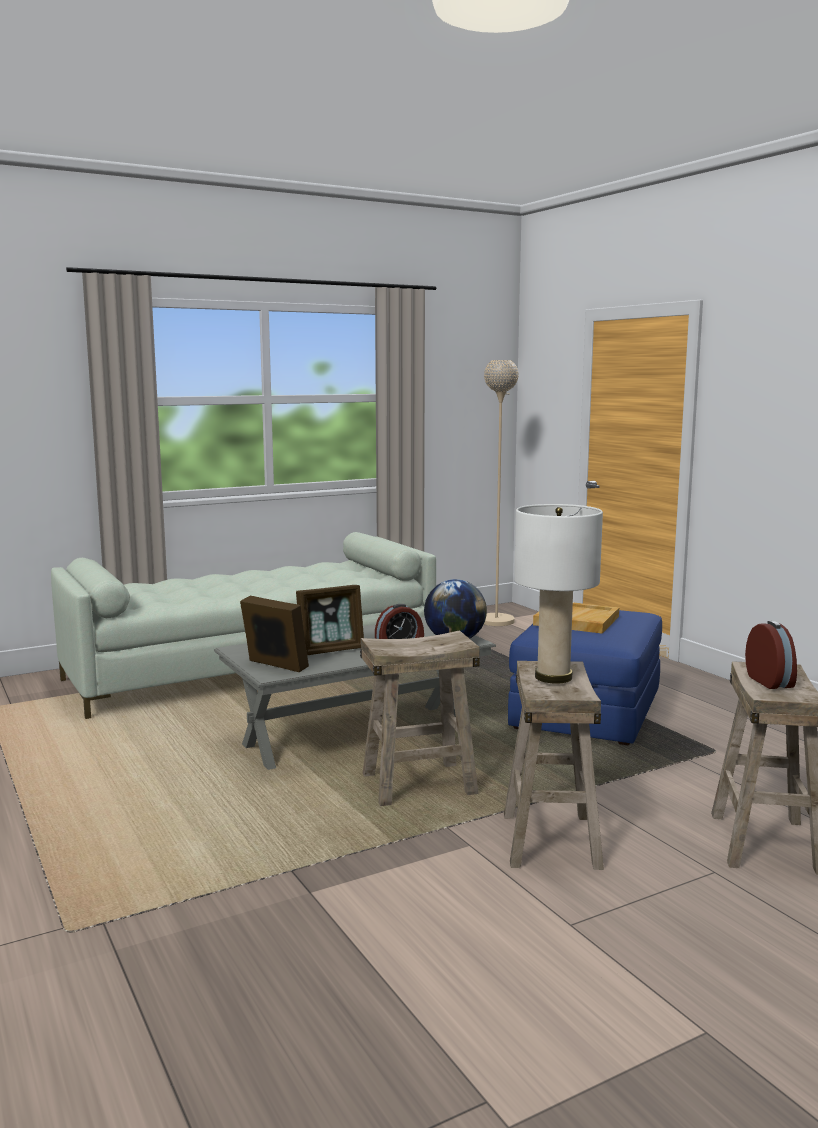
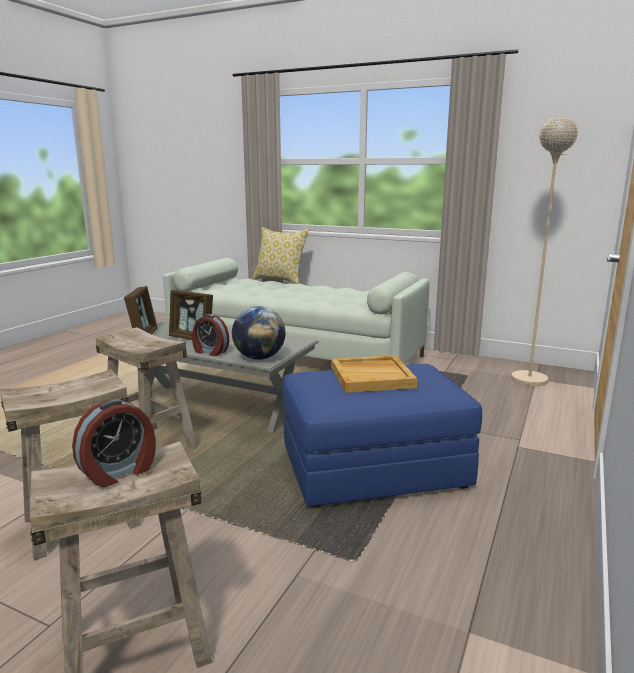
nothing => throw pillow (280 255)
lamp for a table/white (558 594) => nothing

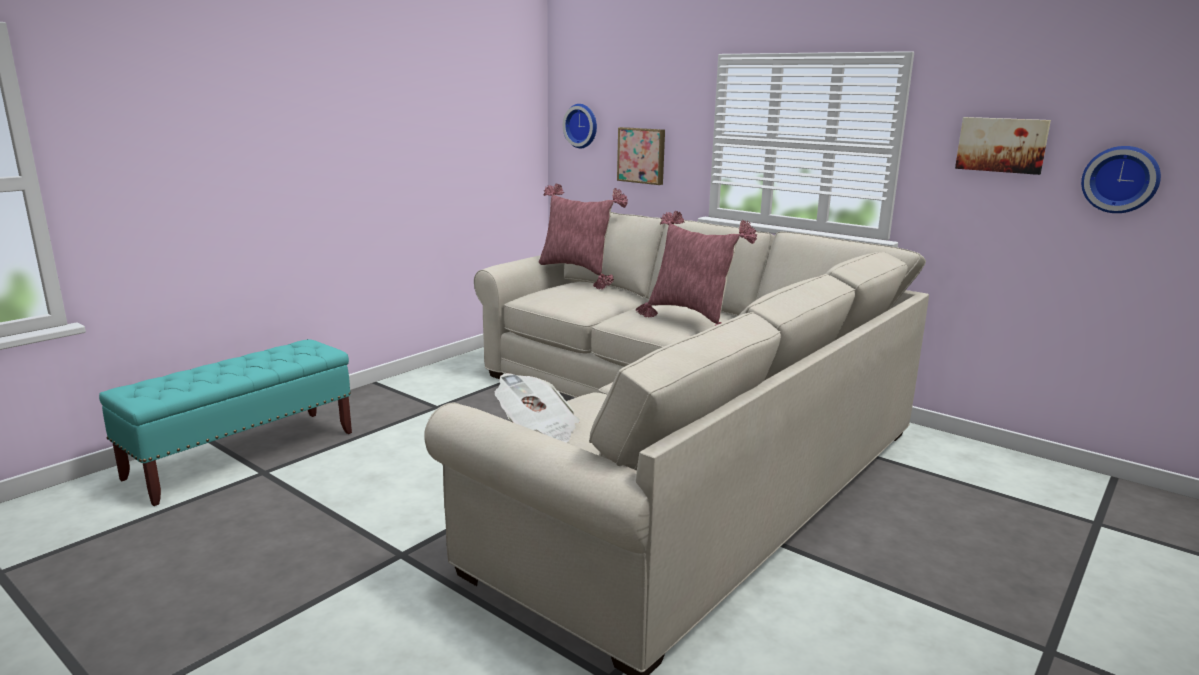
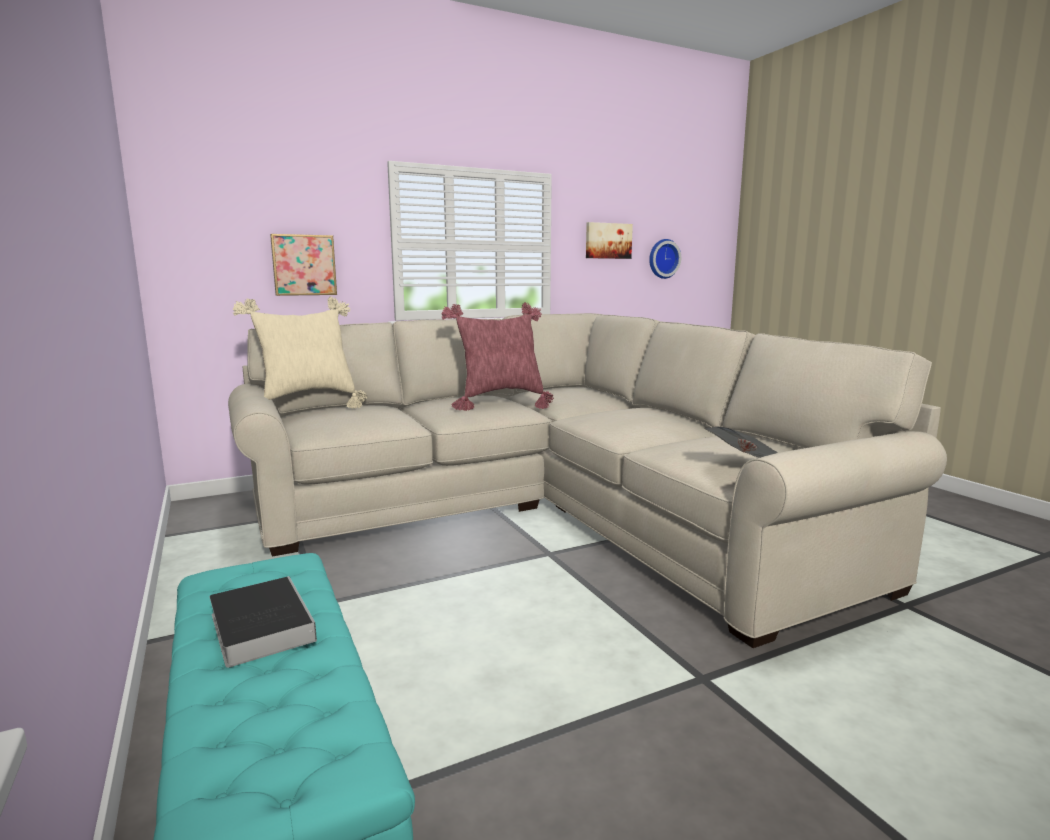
nothing => book (263 622)
throw pillow/red (583 237) => throw pillow/beige-coloured (300 352)
clock on the wall (580 126) => nothing

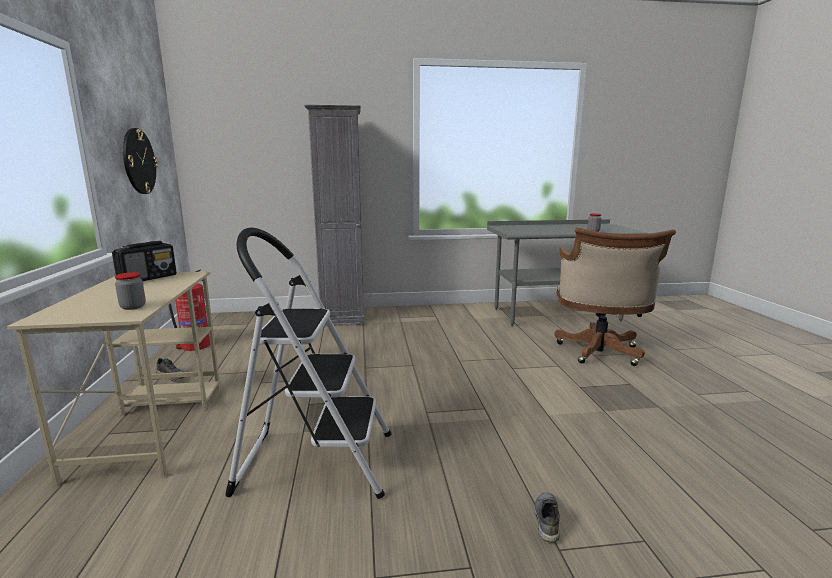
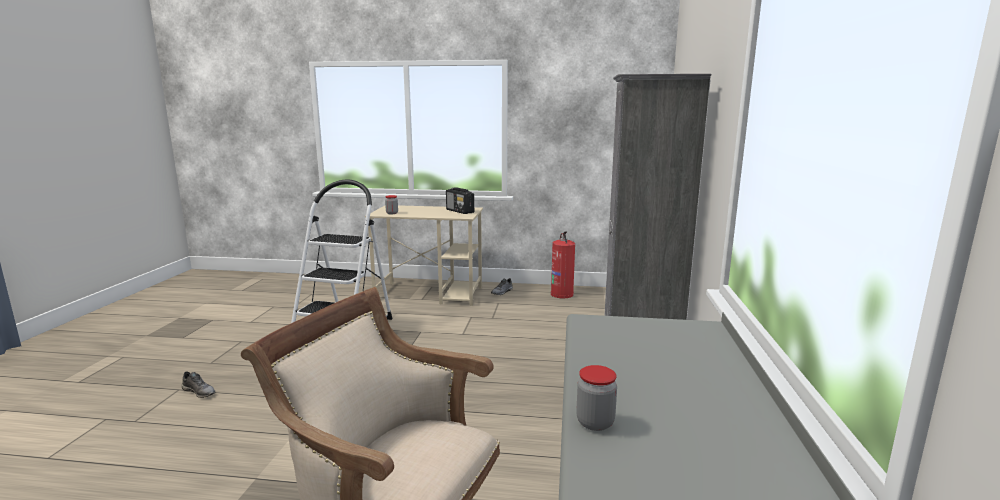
clock on the wall (140 161) => nothing

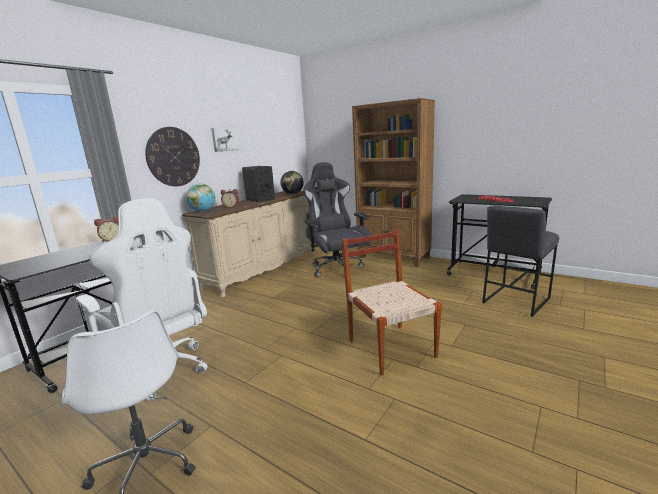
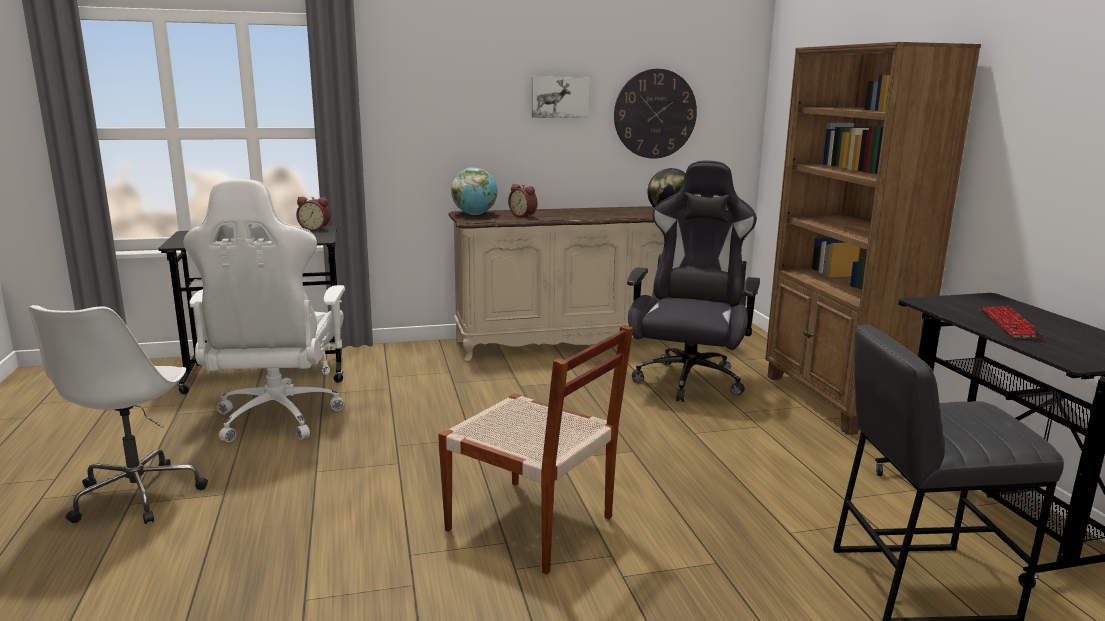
plain chair (391 303) => plain chair (535 450), 105 degrees clockwise
clock on the wall (172 156) => clock on the wall (655 114), relocated
audio speaker/black (258 184) => nothing

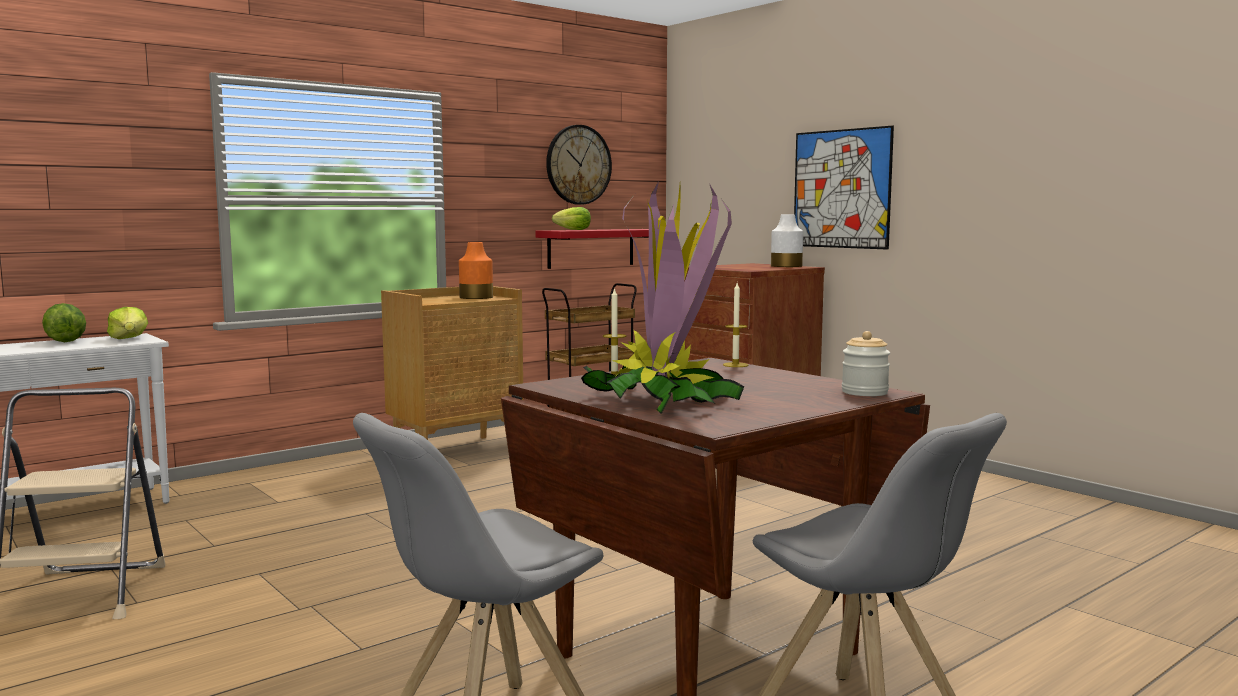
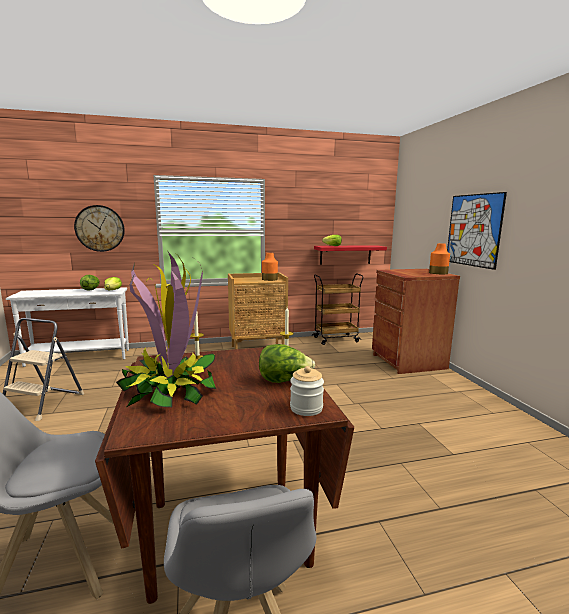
clock on the wall (579 165) => clock on the wall (99 228), relocated
nothing => lettuce (287 363)
vase/white (787 240) => vase/orange-coloured (439 258)

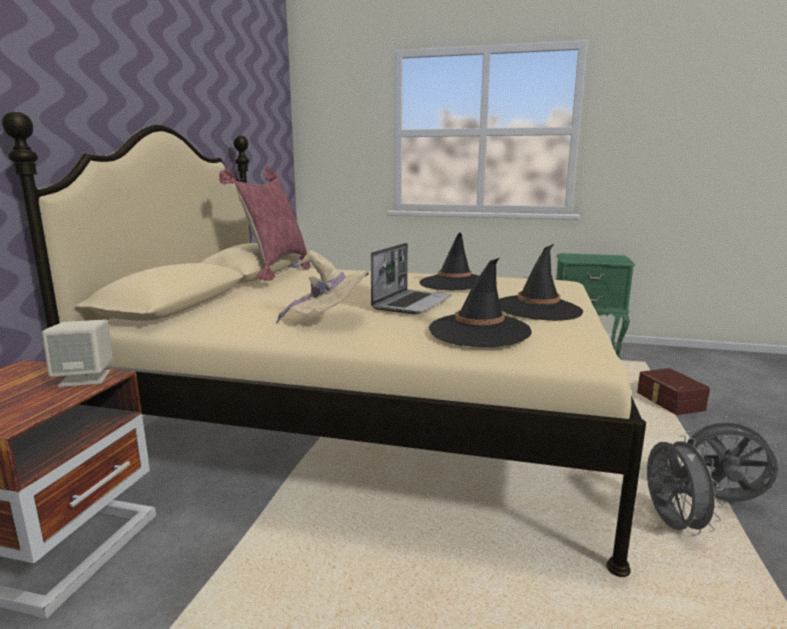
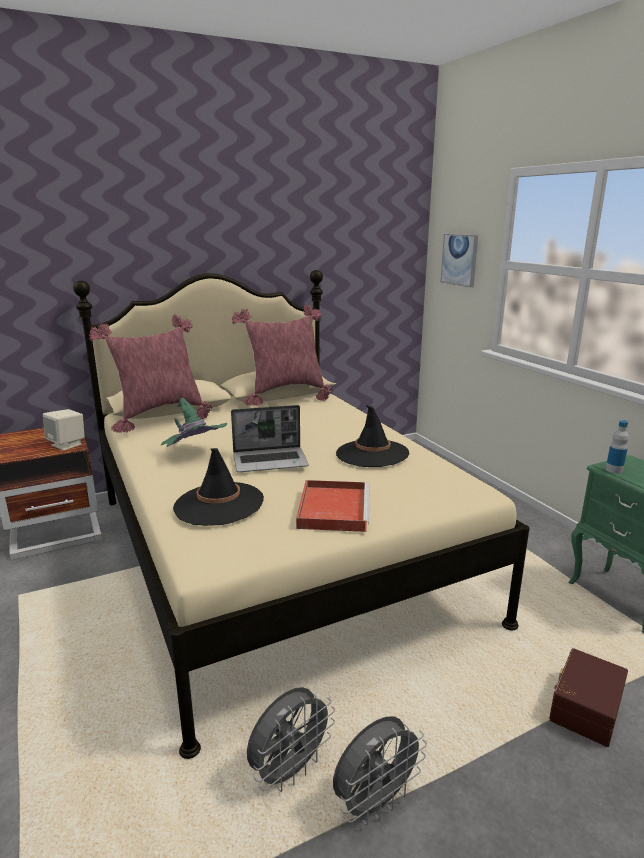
nothing => throw pillow/red (150 374)
clothing hat/beige-coloured (322 286) => clothing hat/greenish (194 422)
clothing hat/black (541 282) => serving tray/red (333 506)
electric fan/gray (728 459) => electric fan/gray (380 770), 75 degrees clockwise
nothing => picture (459 260)
nothing => drink bottle (617 447)

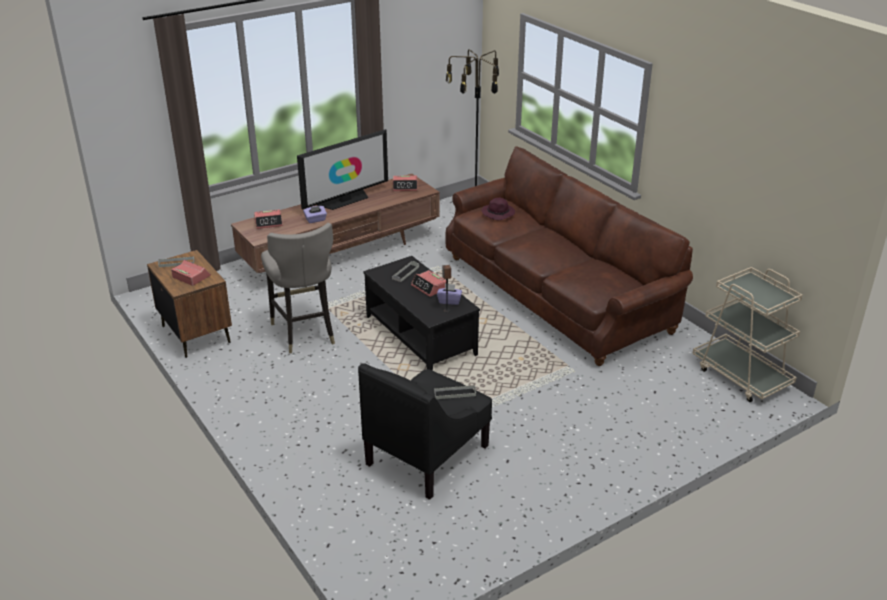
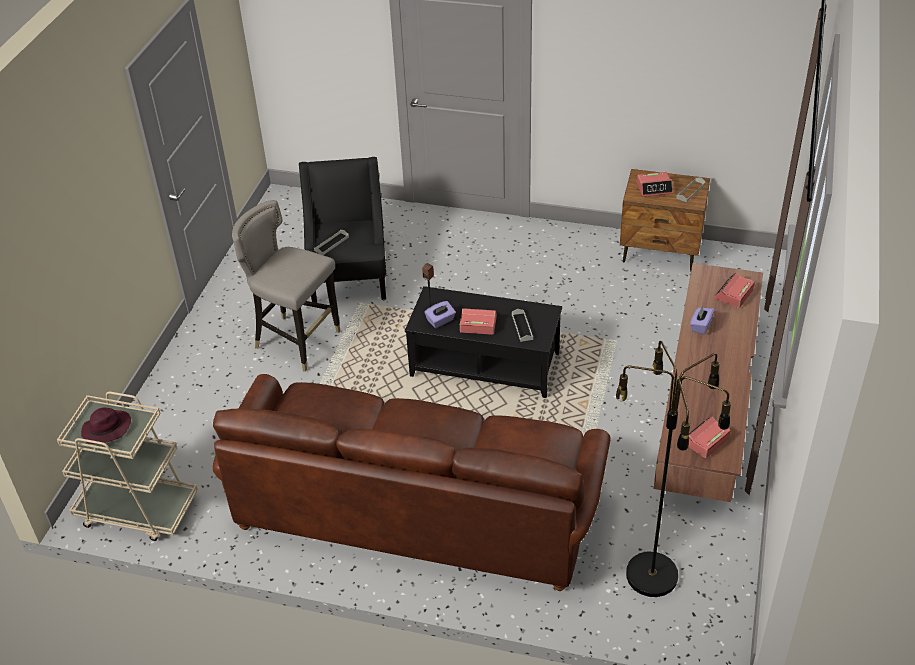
clothing hat/purple-coloured (498 209) => clothing hat/purple-coloured (106 426), relocated
stool seat/gray (298 288) => stool seat/gray (286 286), relocated
television (342 169) => nothing

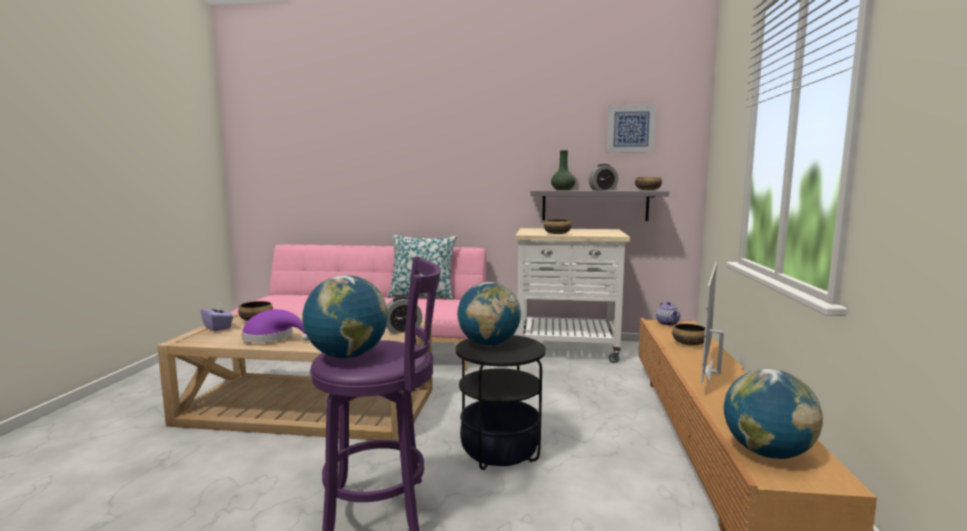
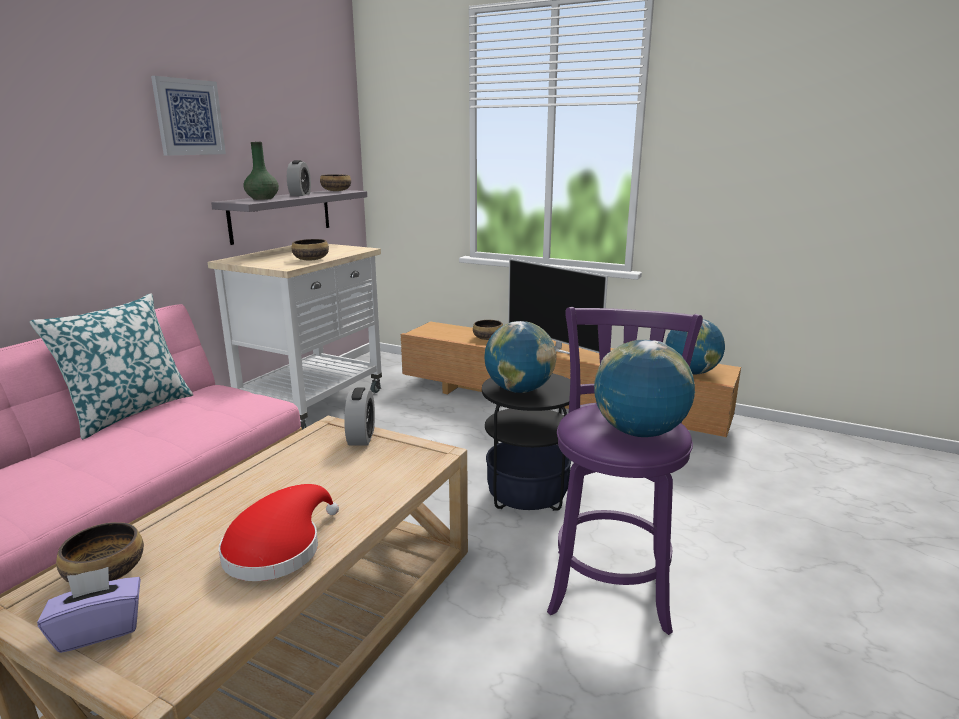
picture (631 128) => picture (188 116), relocated
clothing hat/purple-coloured (275 326) => clothing hat/red (278 532)
tea pot (668 314) => nothing

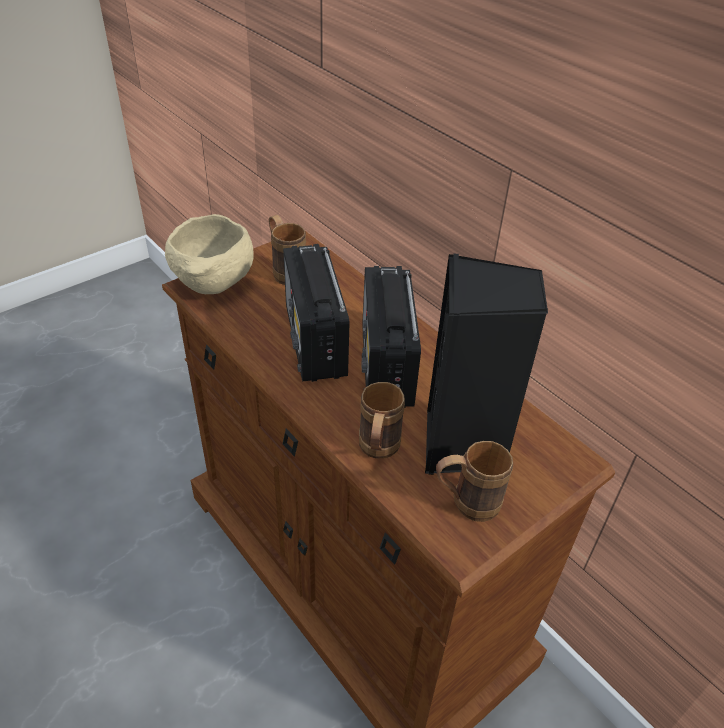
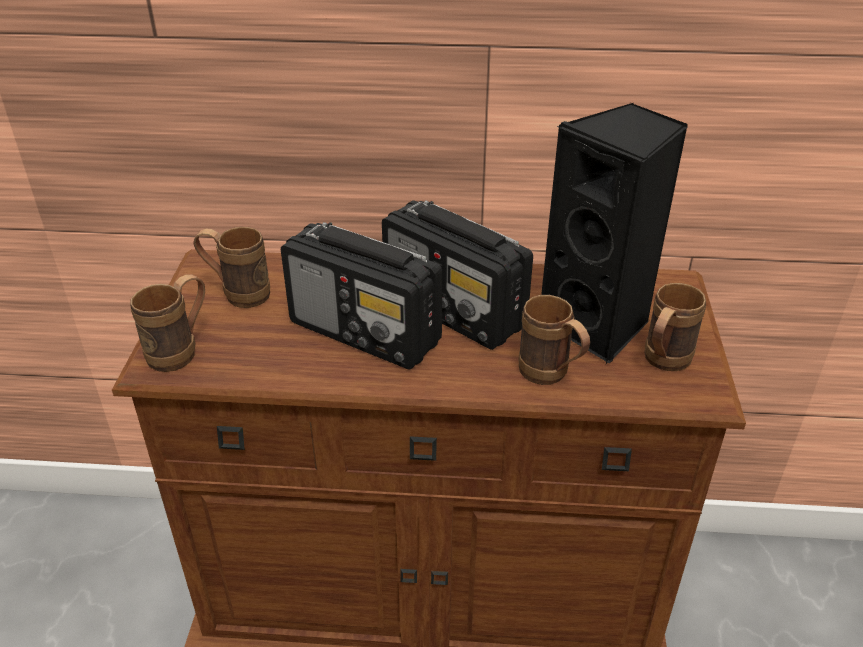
deep dish/beige-coloured (209 254) => mug/brown-coloured (167 323)

